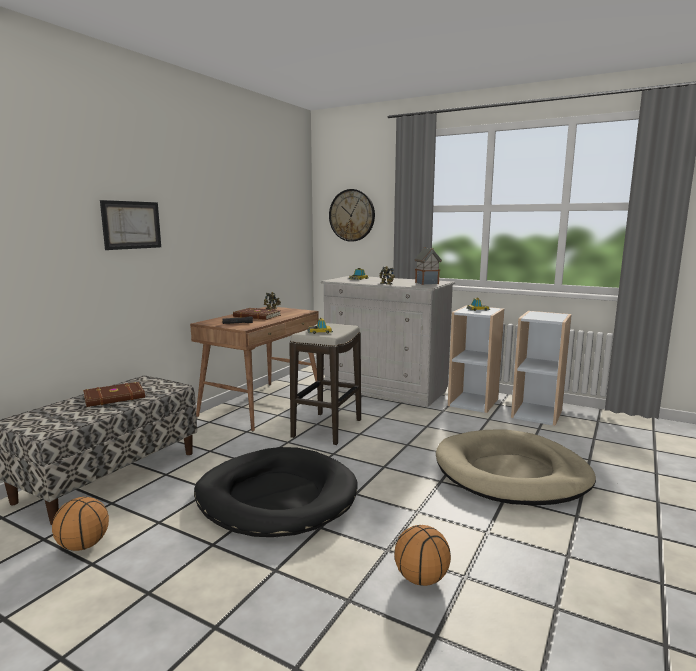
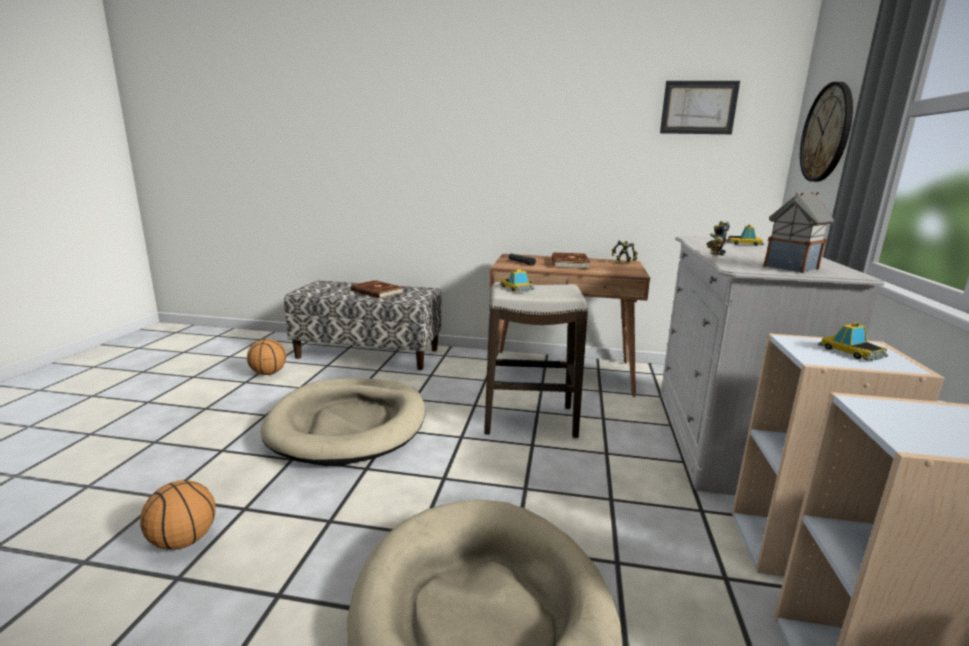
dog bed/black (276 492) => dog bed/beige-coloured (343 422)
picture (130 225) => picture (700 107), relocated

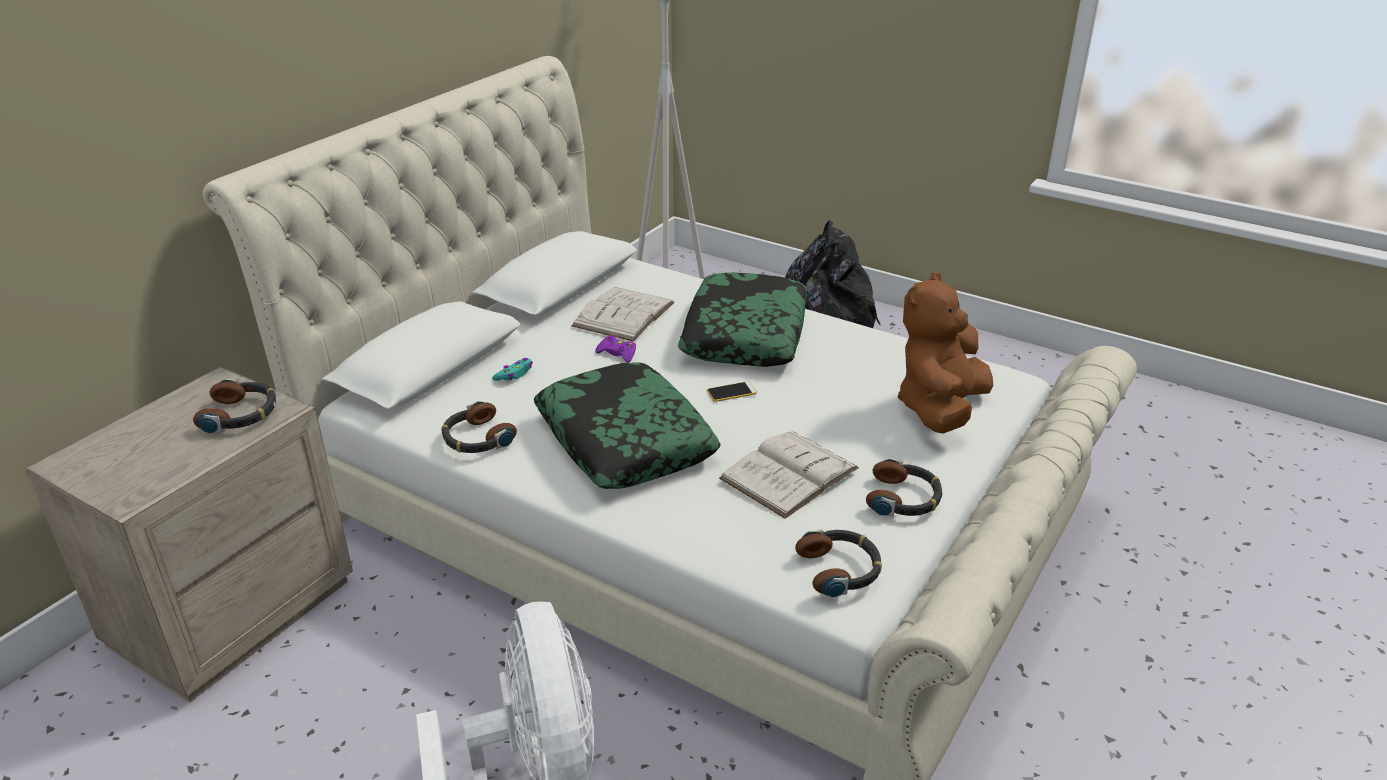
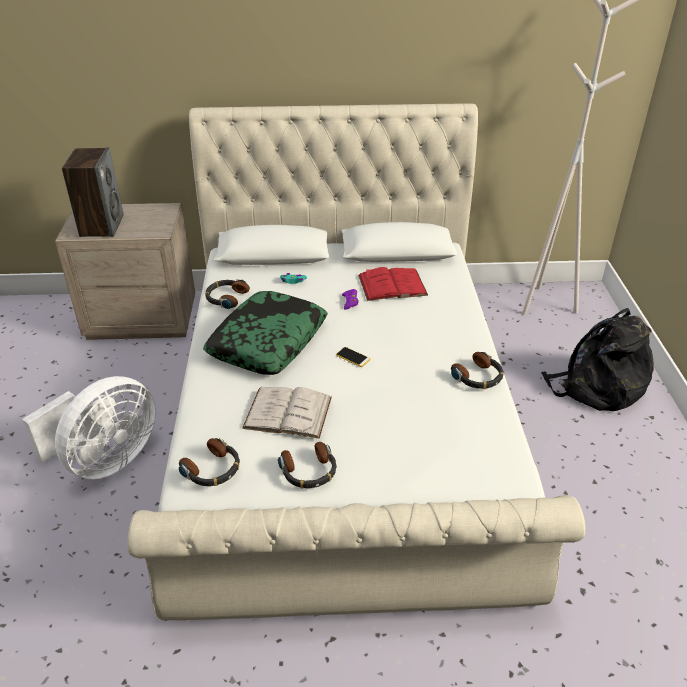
nothing => audio speaker (92 192)
book/white (622 314) => book/red (393 284)
headset (234 406) => headset (477 370), relocated
throw pillow (743 319) => nothing
cuddly toy/brown-coloured (945 352) => nothing

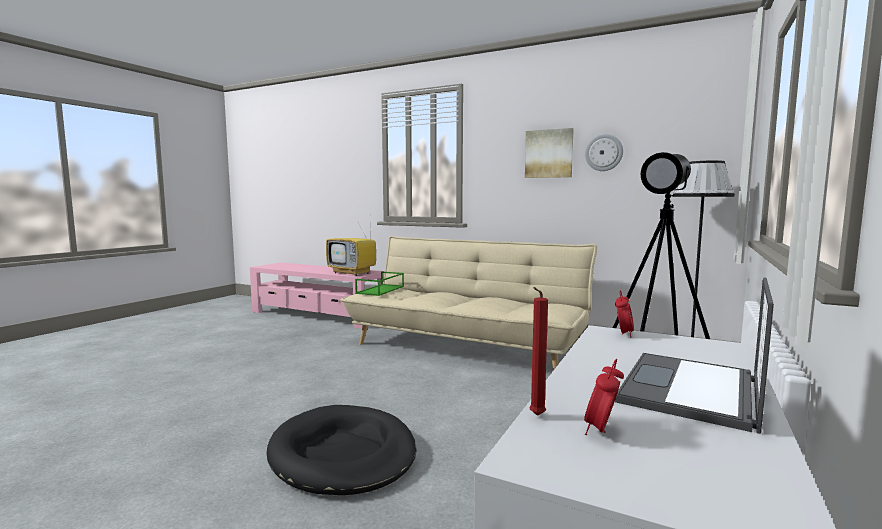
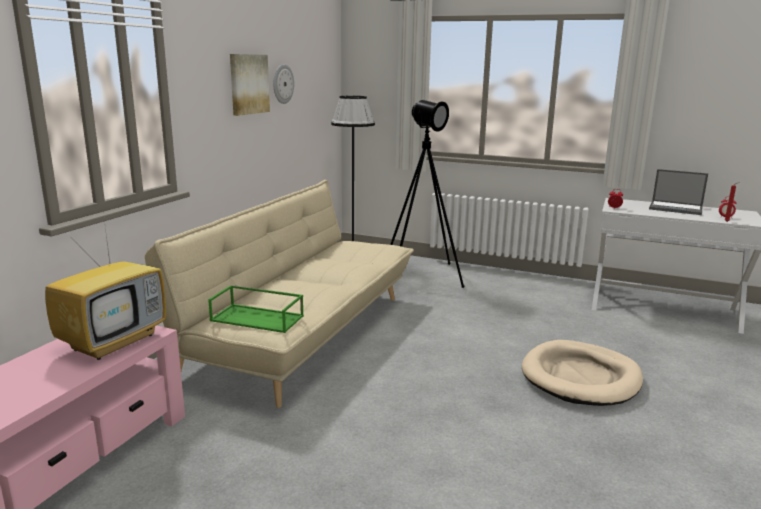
dog bed/black (341 450) => dog bed/beige-coloured (582 373)

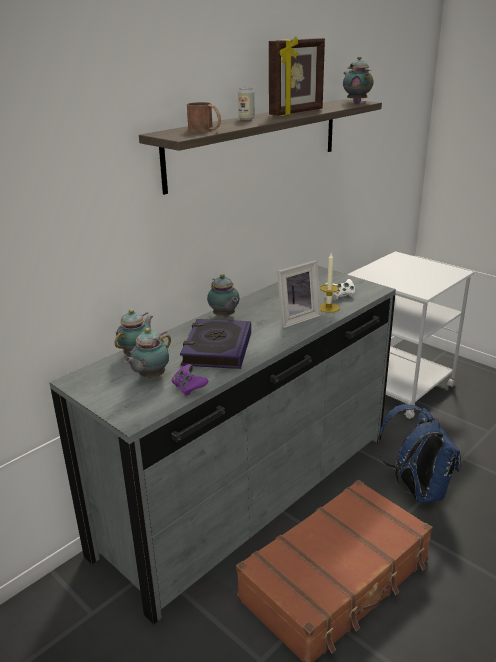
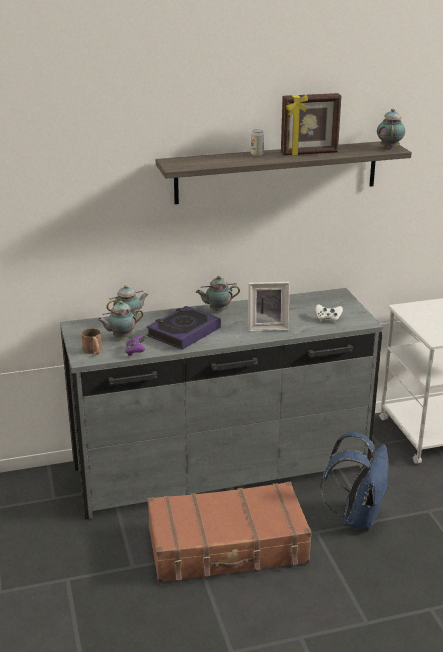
mug/brown-coloured (204 117) => mug/brown-coloured (91 341), relocated
tea pot (223 296) => tea pot (218 293), 75 degrees clockwise
candle (330 283) => nothing

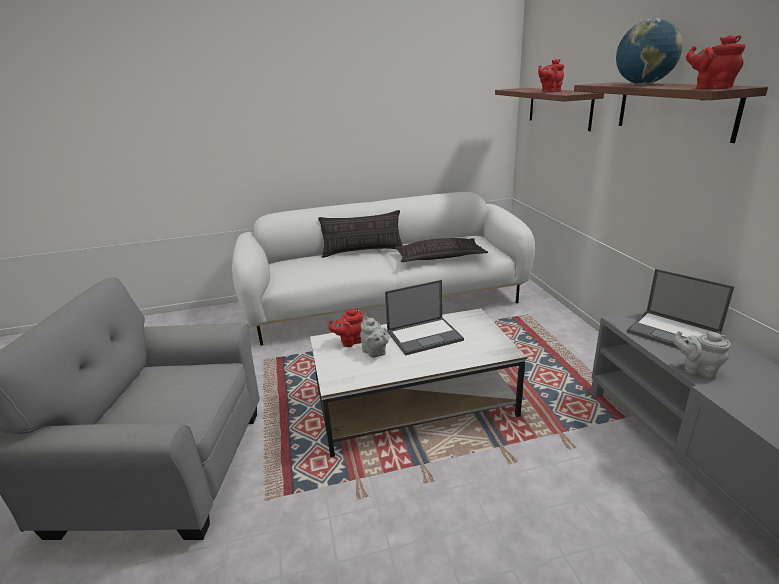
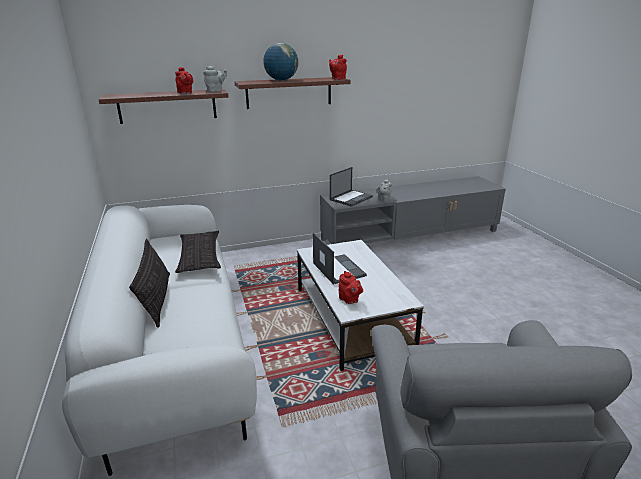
tea pot/gray (374 337) => tea pot/gray (215 79), relocated

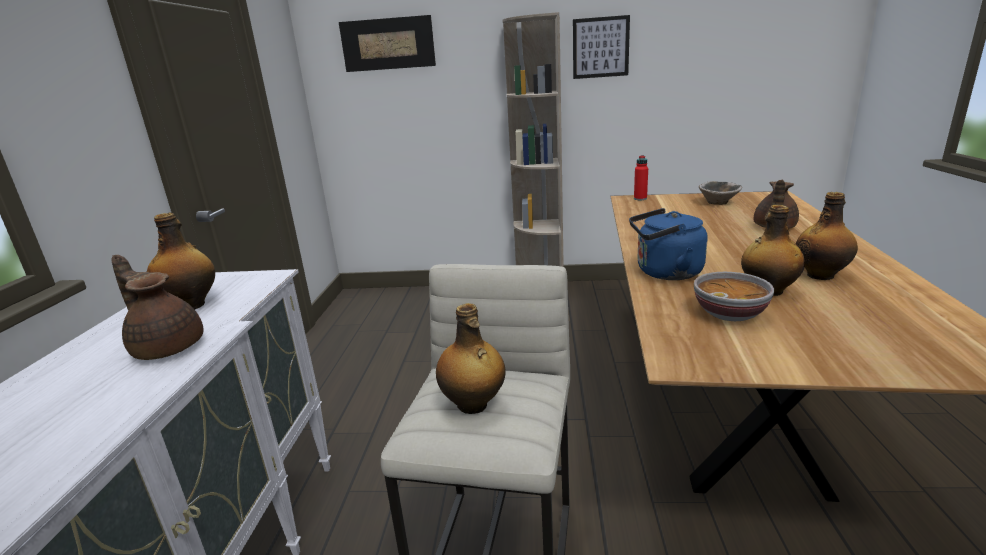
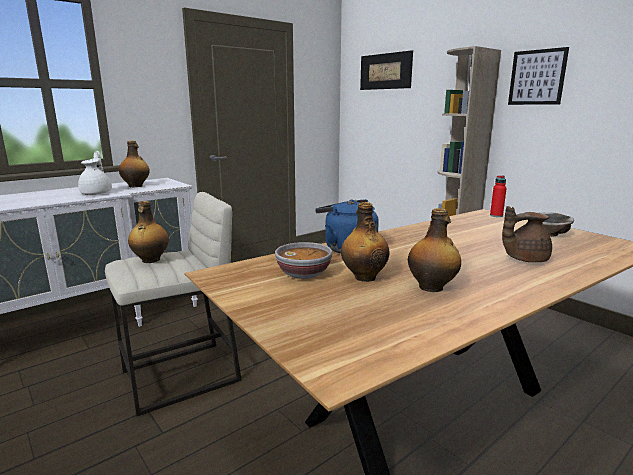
tea pot/brown-coloured (158 307) => tea pot/white (95 173)

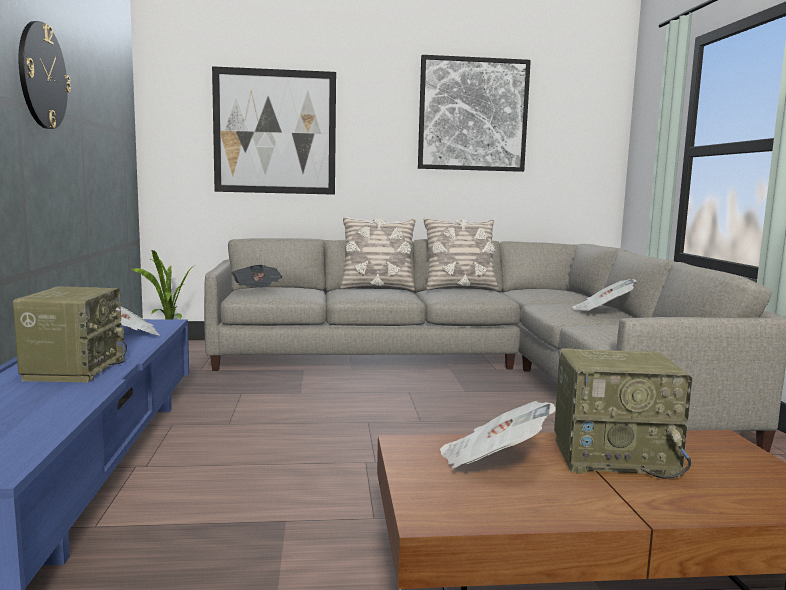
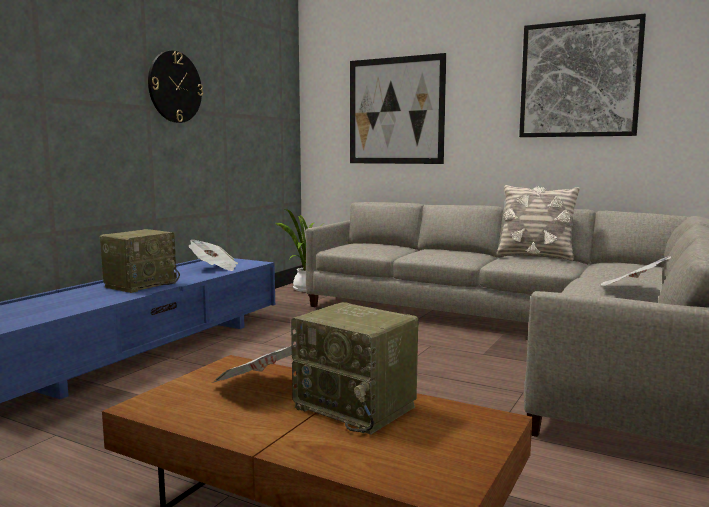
printed paper (256 276) => nothing
throw pillow/beige-coloured (378 254) => nothing

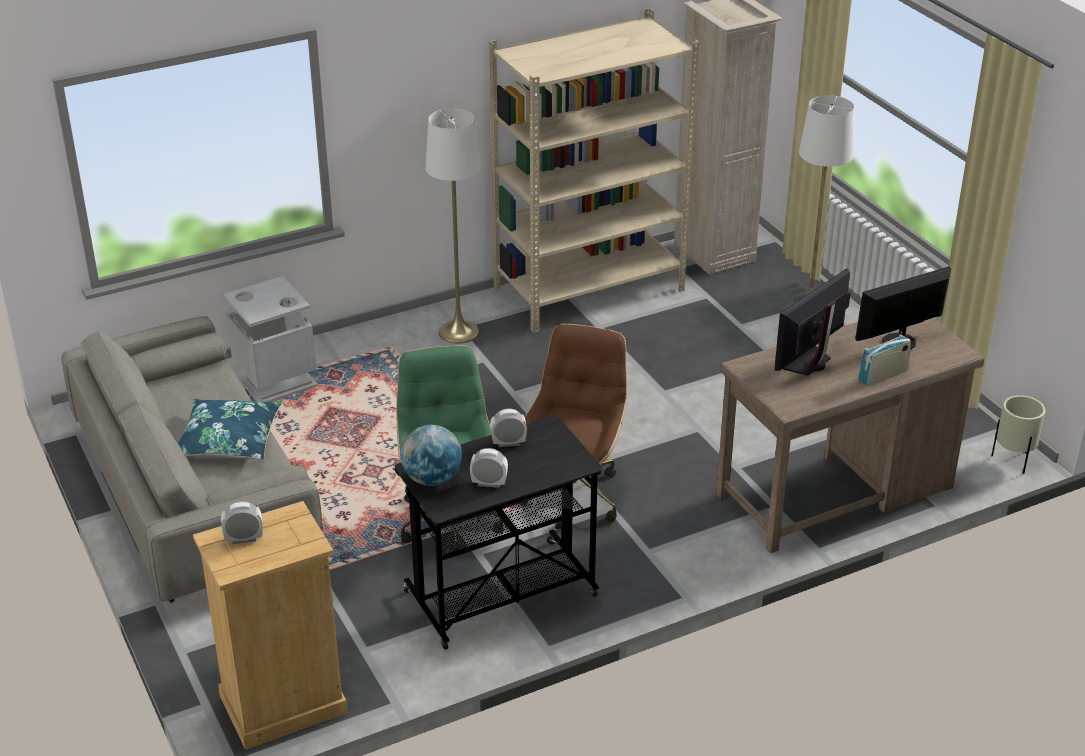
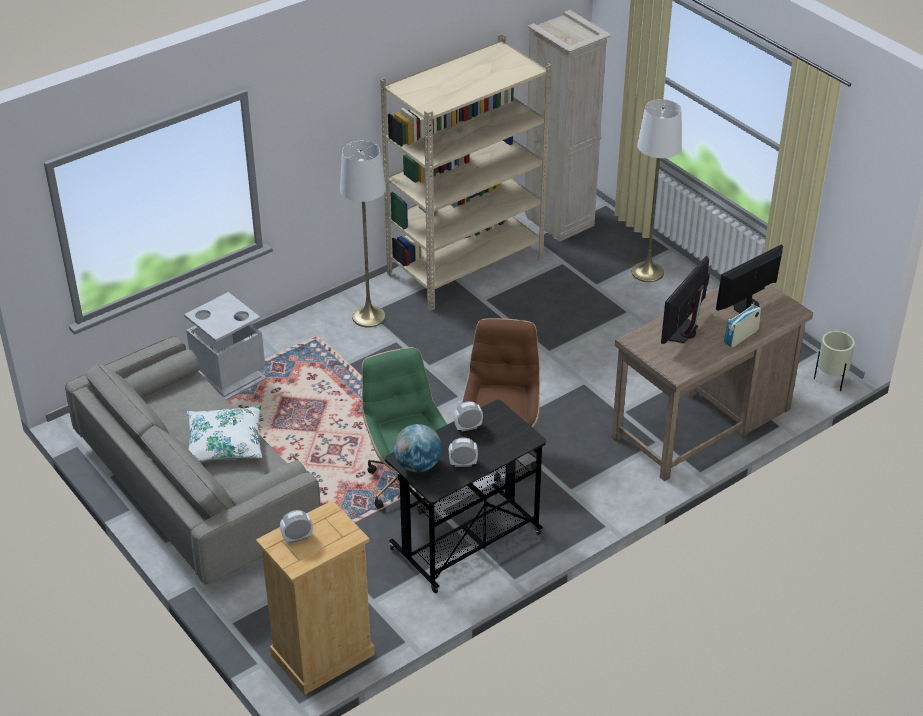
throw pillow/blue (230 429) => throw pillow/white (224 433)

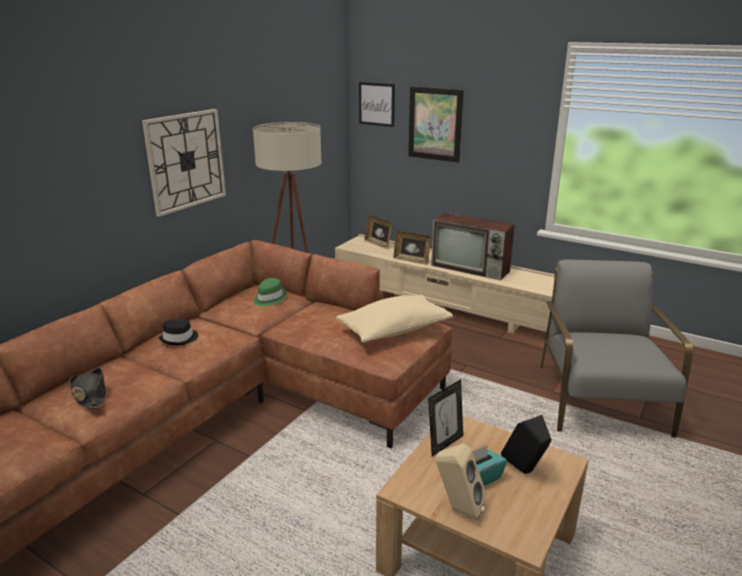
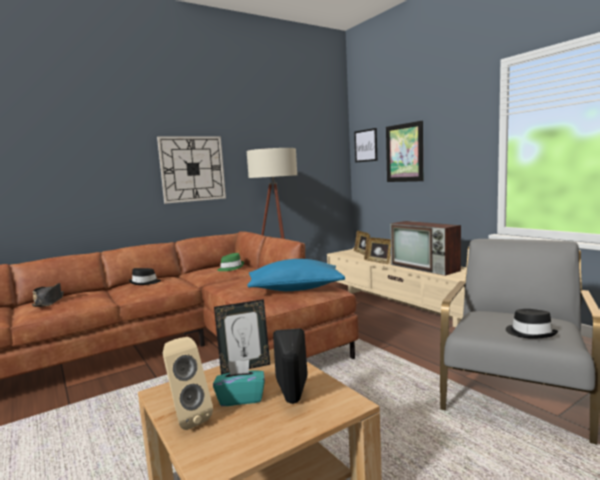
throw pillow/beige-coloured (394 319) => throw pillow/blue (296 275)
nothing => clothing hat/black (532 324)

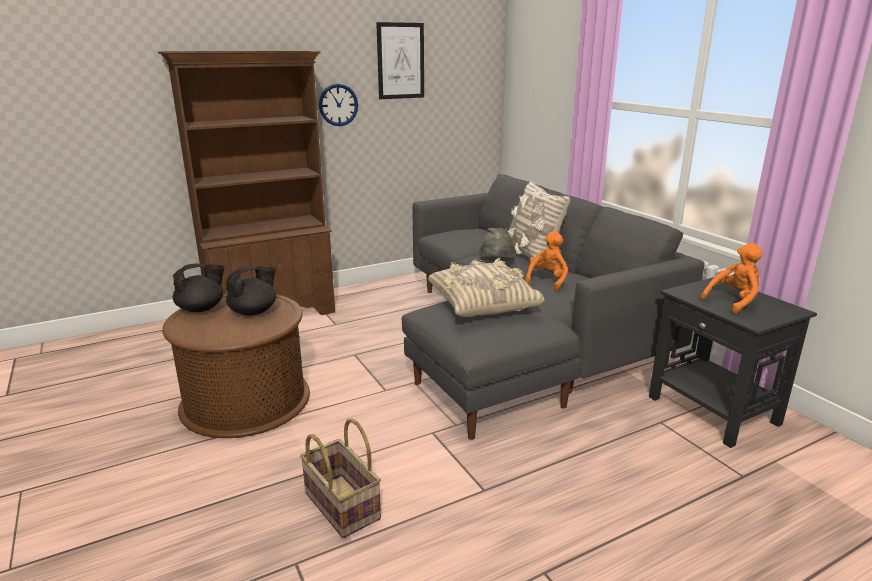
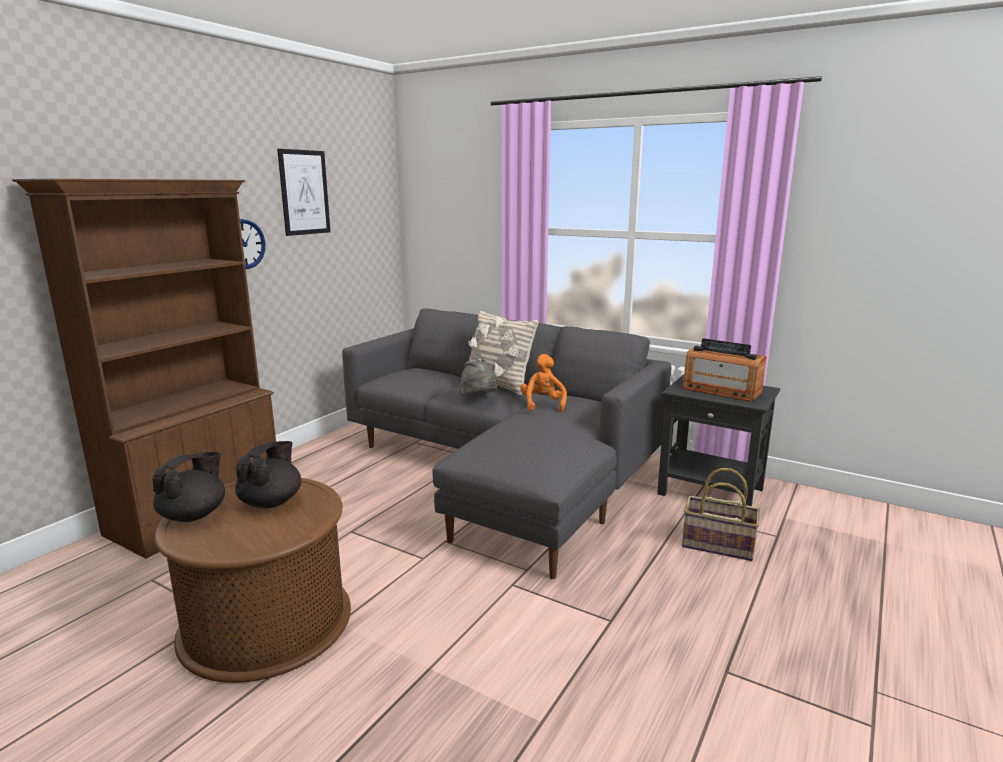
household basket (340 478) => household basket (721 514), relocated
cuddly toy/orange-coloured (731 278) => radio (725 370)
throw pillow/beige-coloured (486 287) => nothing

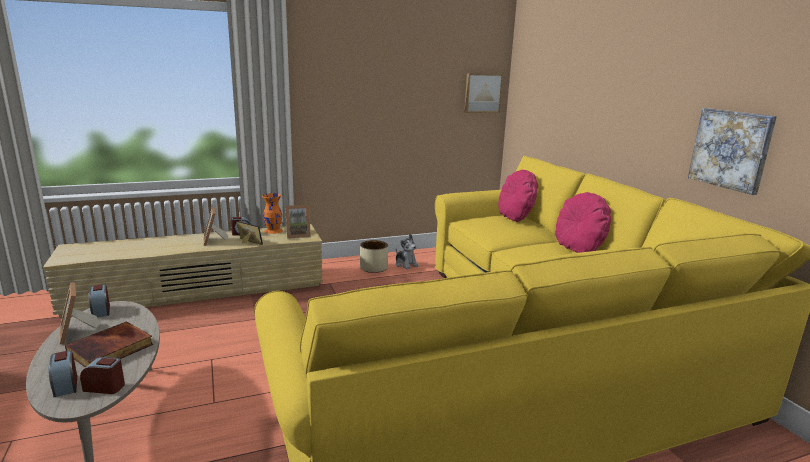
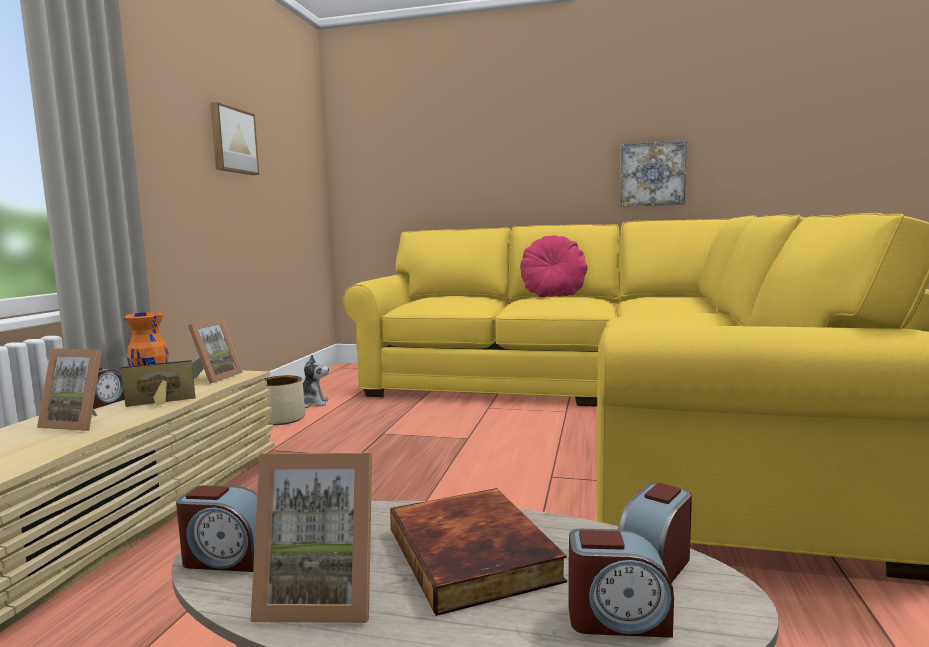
picture (483 93) => picture (234 138), relocated
throw pillow/pinkish (518 196) => nothing

